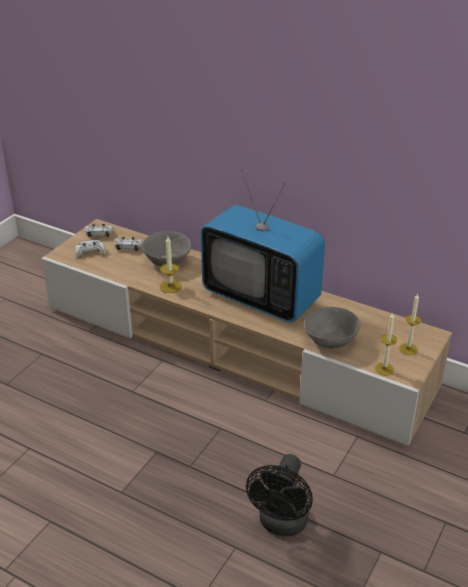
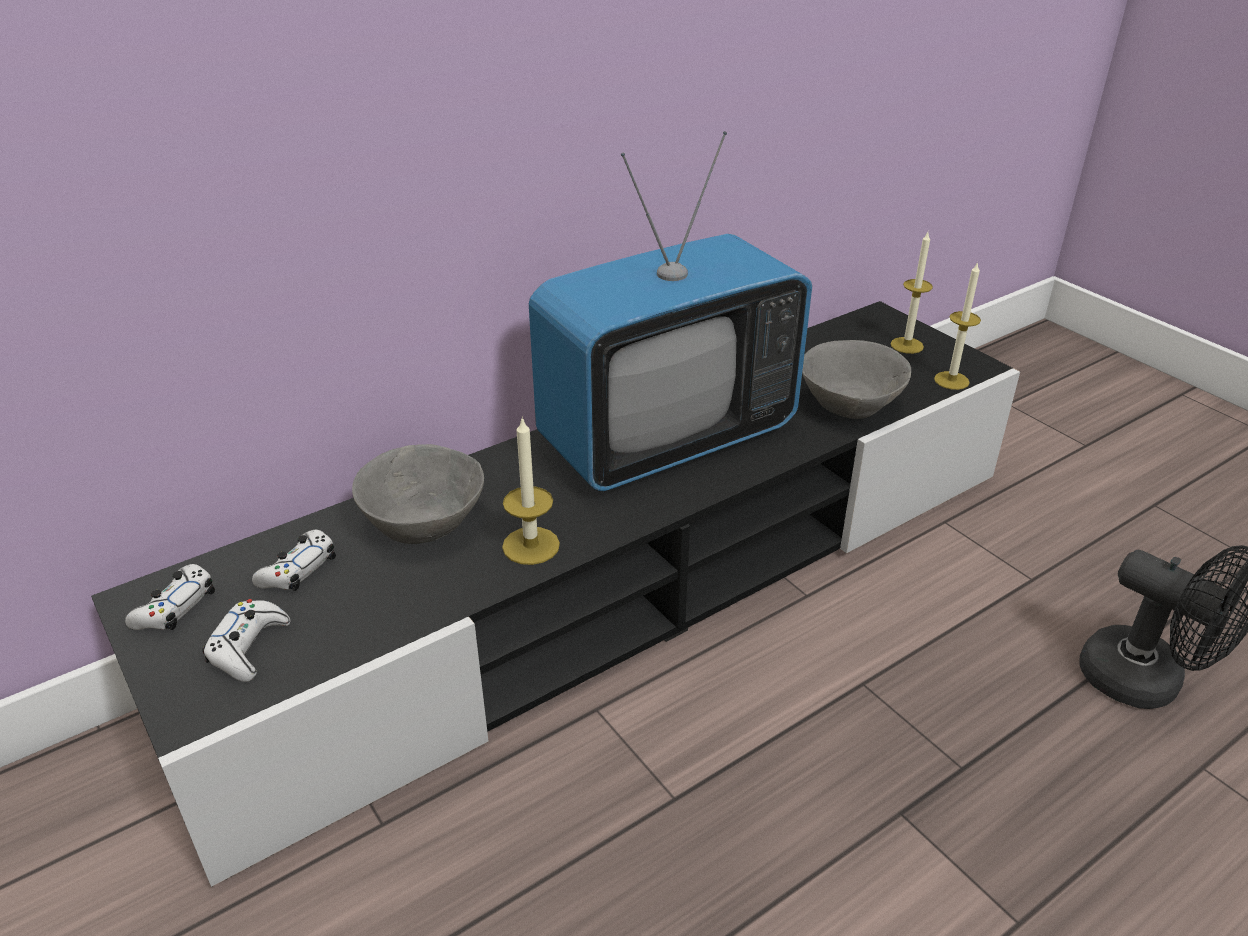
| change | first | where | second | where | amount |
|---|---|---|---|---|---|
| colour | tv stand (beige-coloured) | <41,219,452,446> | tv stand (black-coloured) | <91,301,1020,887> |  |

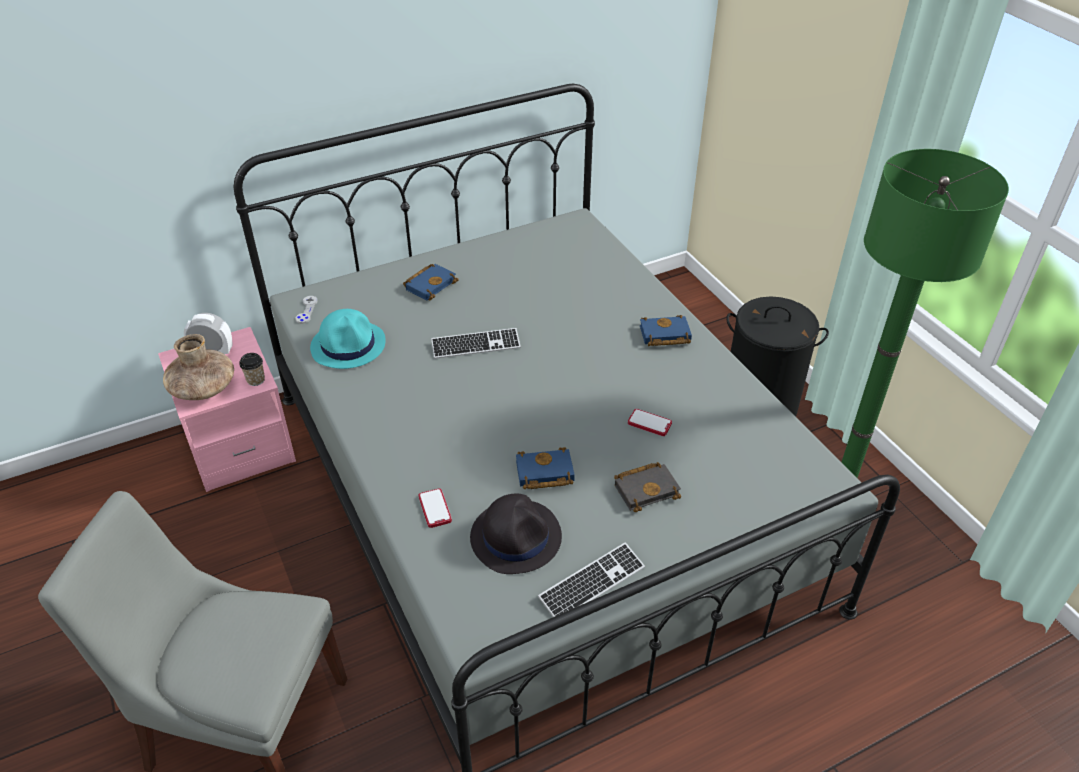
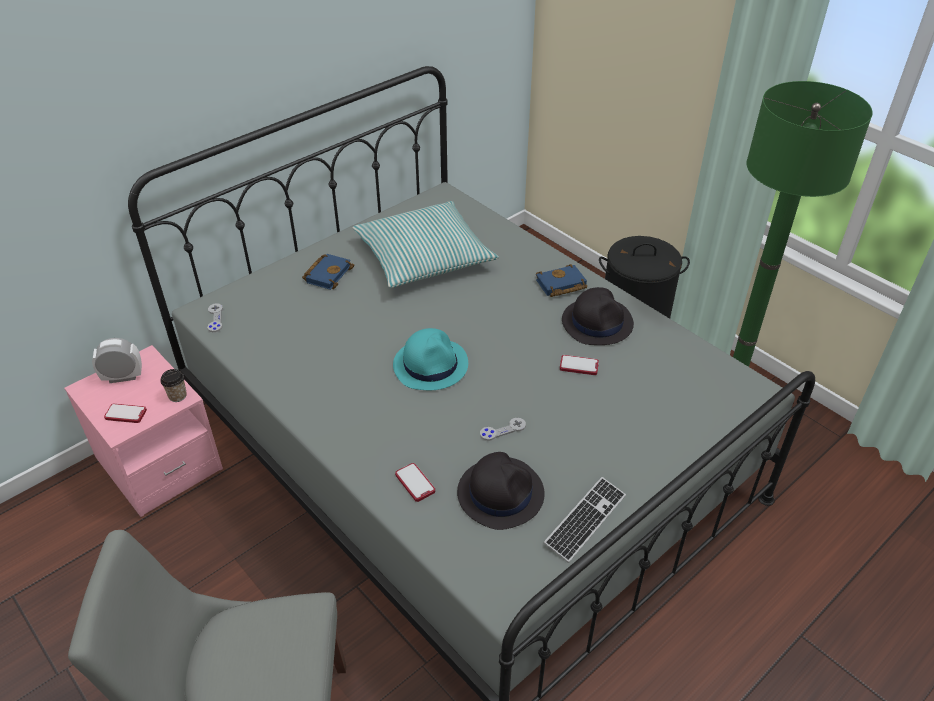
| change | first | where | second | where | amount |
|---|---|---|---|---|---|
| exchanged | vase (brown-coloured) | <163,334,234,400> | handset | <104,403,147,423> |  |
| relocated | hat (blue-green) | <310,309,386,369> |  | <393,328,468,390> |  |
| missing | keyboard | <431,328,521,359> |  |  |  |
| exchanged | book (bluish) | <516,447,575,489> | gamepad (grey) | <480,418,526,441> |  |
| missing | book (black-coloured) | <614,462,681,512> |  |  |  |
| appeared |  |  | pillow | <352,201,499,288> |  |
| appeared |  |  | hat (black-coloured) | <562,287,634,345> |  |

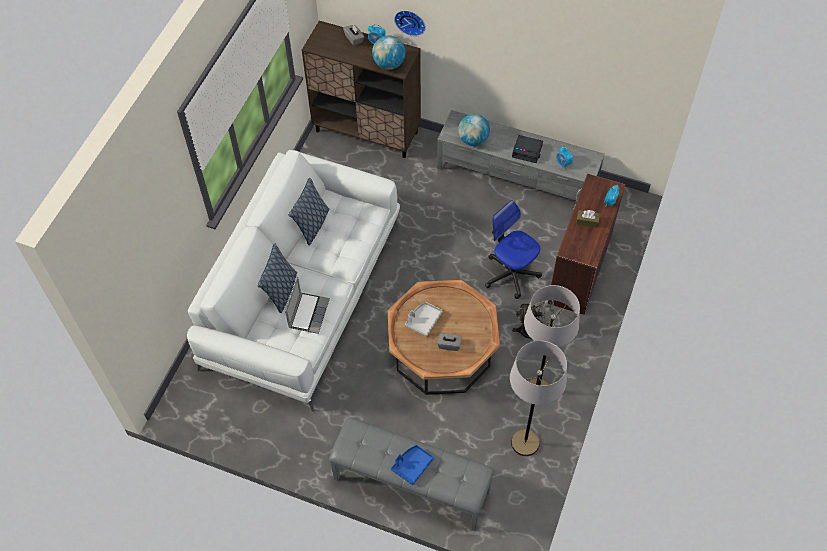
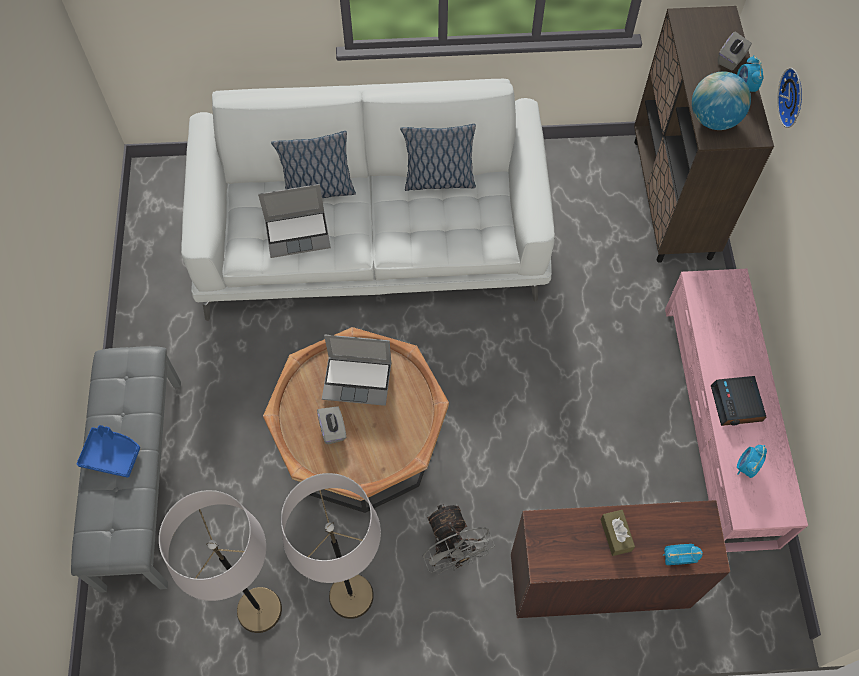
| change | first | where | second | where | amount |
|---|---|---|---|---|---|
| exchanged | tray (grey) | <405,302,443,336> | portable computer | <322,335,391,406> |  |
| colour | tv stand (grey) | <437,110,604,200> | tv stand (pinkish) | <665,269,808,552> |  |
| missing | globe | <458,114,490,146> |  |  |  |
| missing | desk chair | <485,201,542,299> |  |  |  |

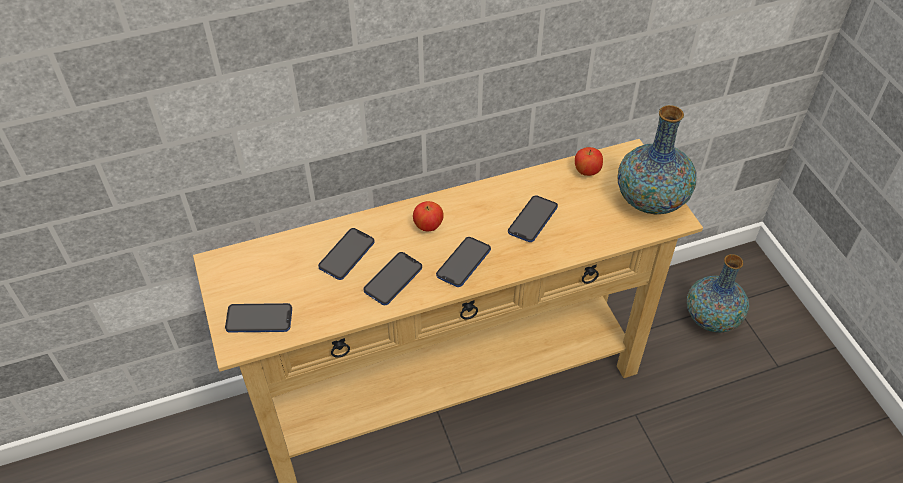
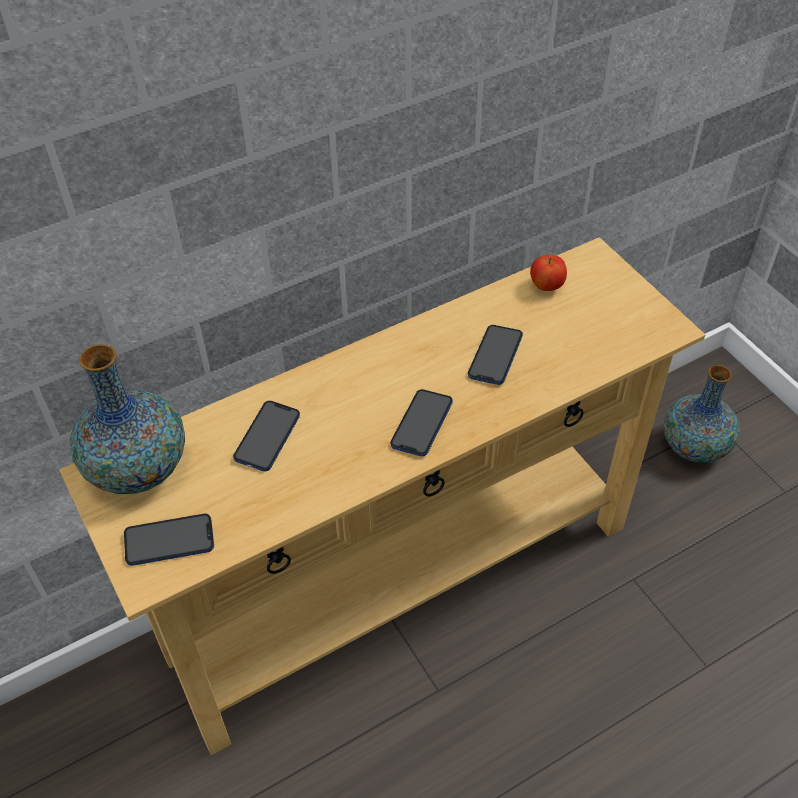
| change | first | where | second | where | amount |
|---|---|---|---|---|---|
| missing | handset | <364,252,422,305> |  |  |  |
| missing | apple fruit | <413,201,444,231> |  |  |  |
| relocated | vase | <618,105,697,215> |  | <70,344,185,494> |  |

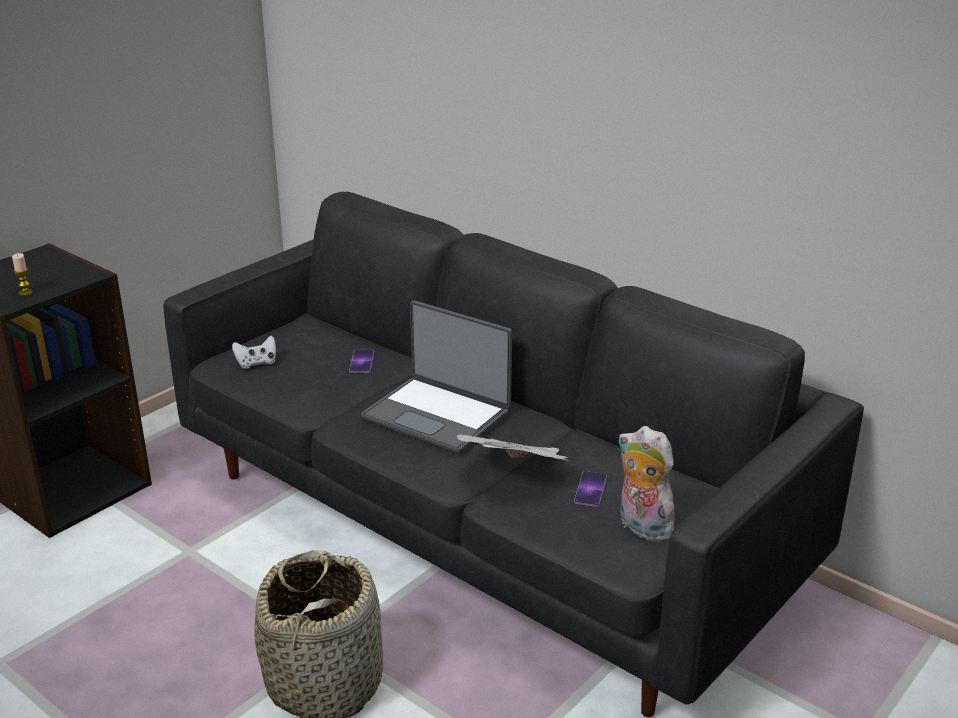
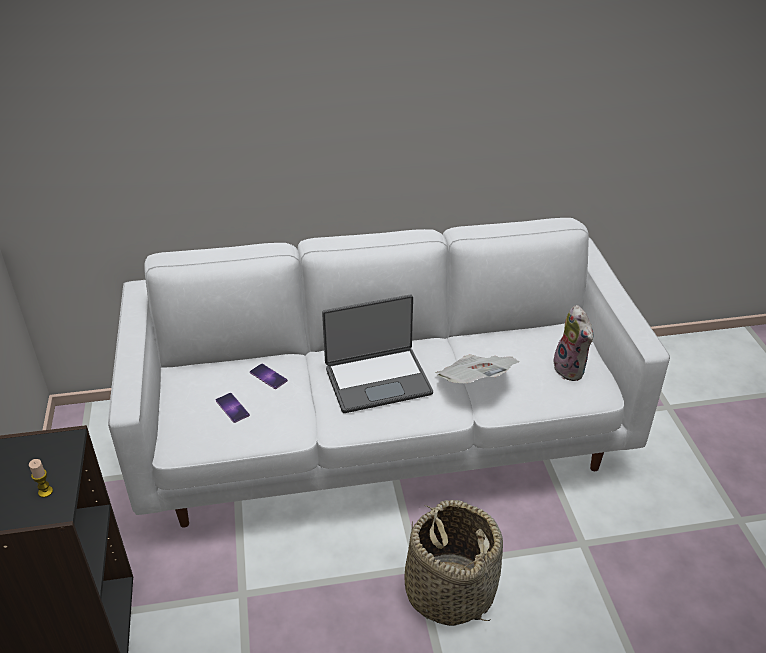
| change | first | where | second | where | amount |
|---|---|---|---|---|---|
| colour | couch (black-coloured) | <163,192,864,718> | couch (white-coloured) | <108,218,670,528> |  |
| missing | gamepad (white-coloured) | <232,336,276,369> |  |  |  |
| relocated | handset | <574,471,607,507> |  | <216,393,250,423> |  |
| spun | plush toy | <619,426,675,542> |  | <553,305,593,381> | 105 degrees counterclockwise |

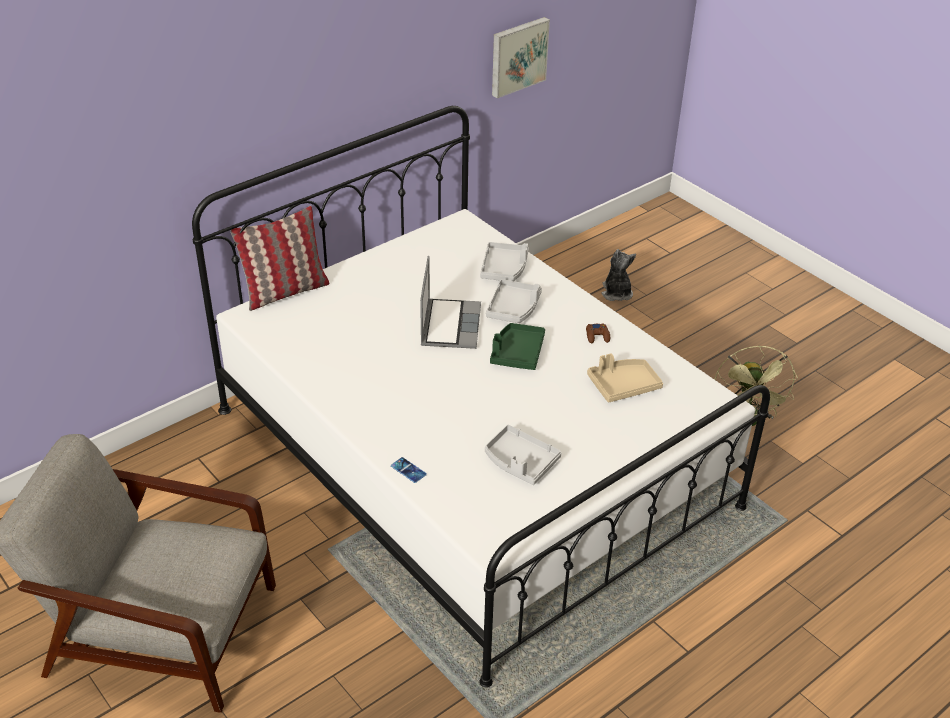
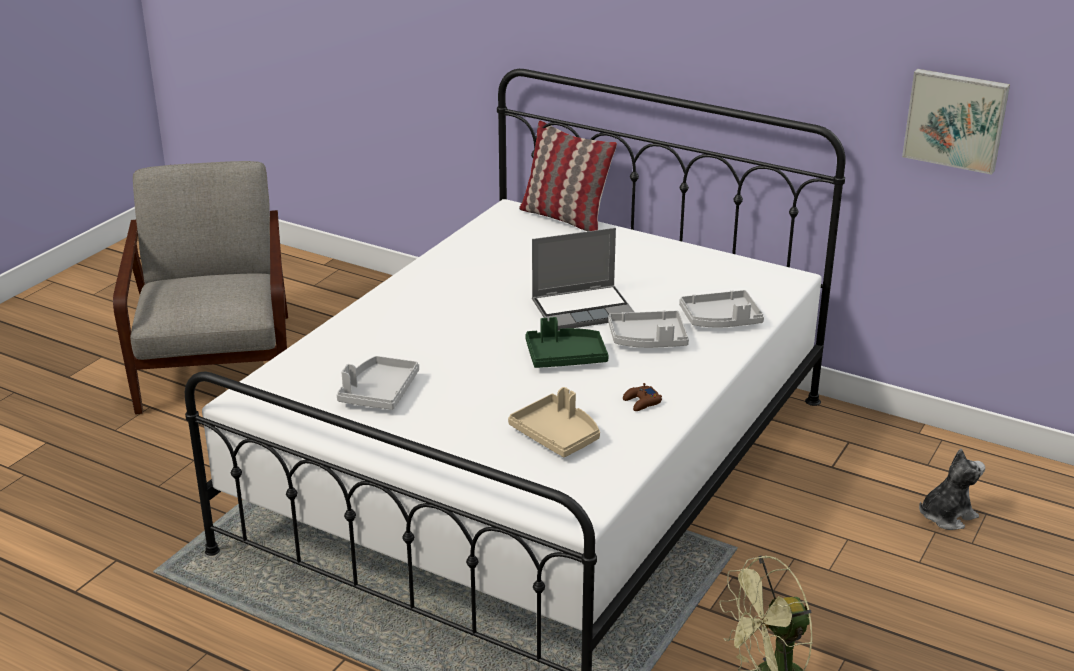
| change | first | where | second | where | amount |
|---|---|---|---|---|---|
| missing | handset | <391,457,427,483> |  |  |  |

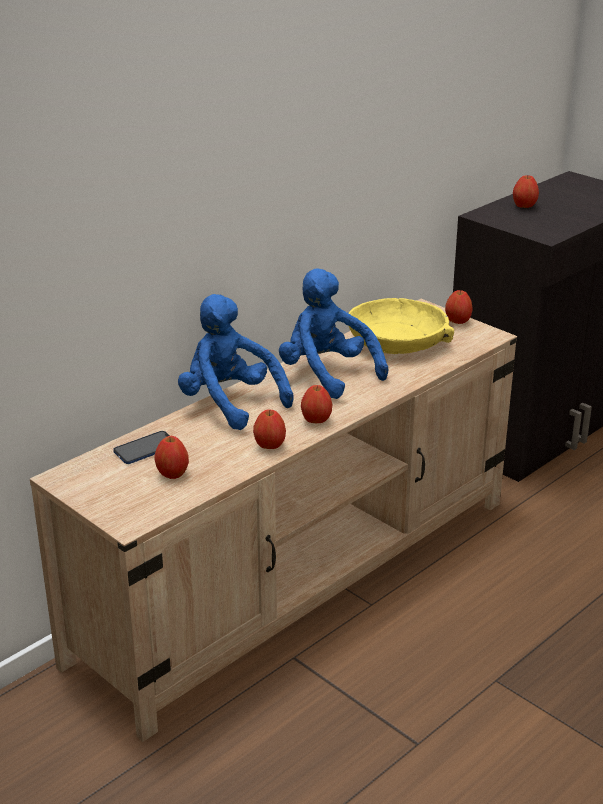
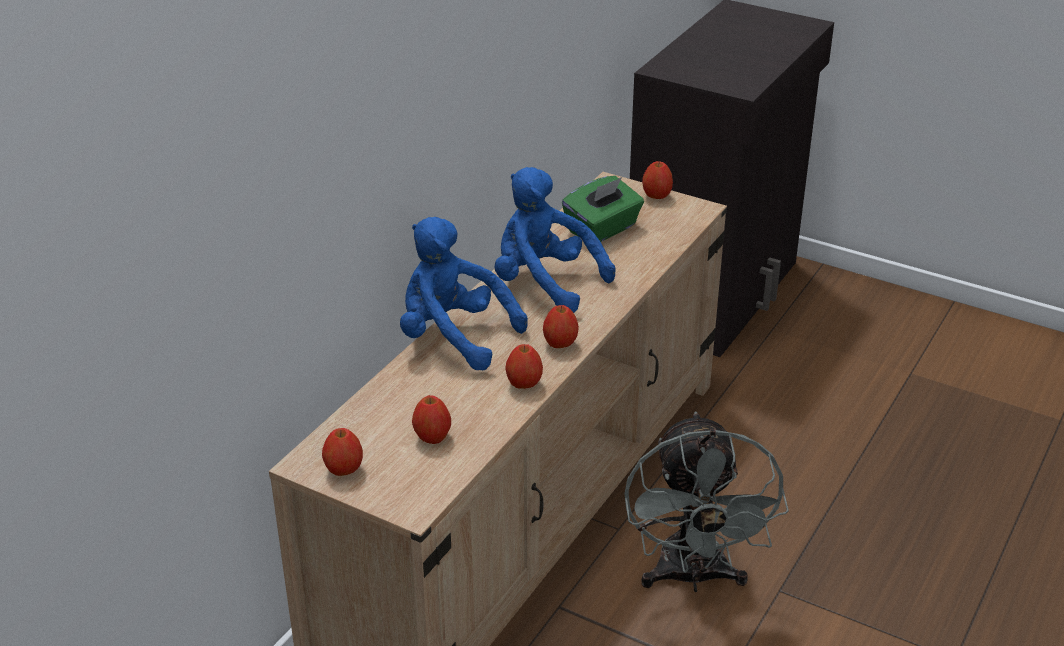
| change | first | where | second | where | amount |
|---|---|---|---|---|---|
| missing | handset | <113,431,170,464> |  |  |  |
| exchanged | serving bowl (yellowish) | <348,298,454,354> | tissue box (green-coloured) | <562,176,644,242> |  |
| relocated | apple fruit | <513,176,539,208> |  | <322,428,363,476> |  |
| appeared |  |  | electric fan (grey) | <625,412,789,592> |  |

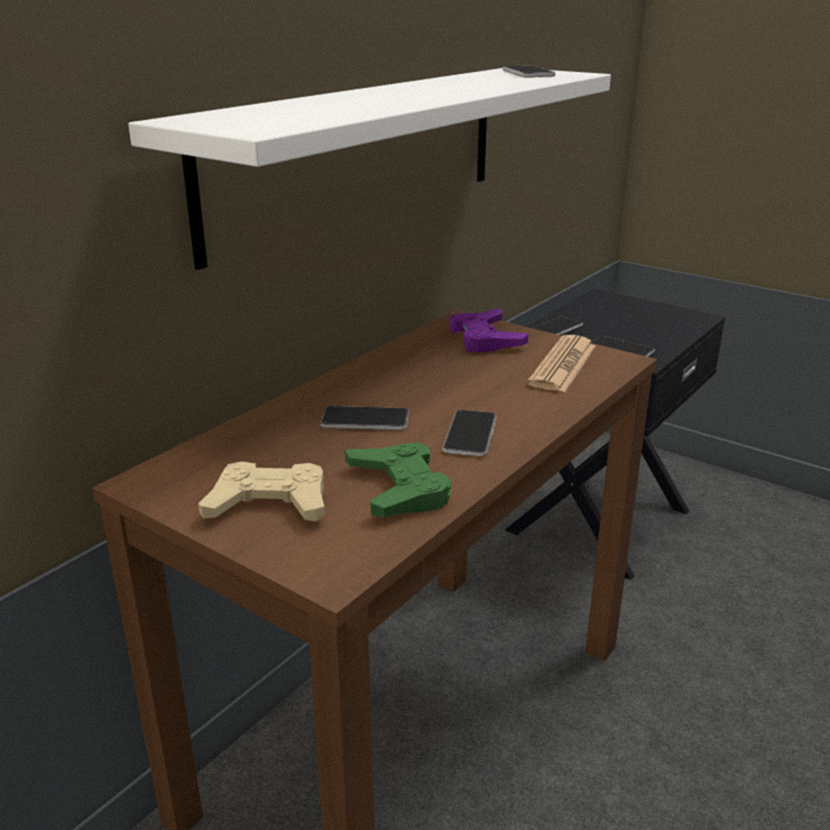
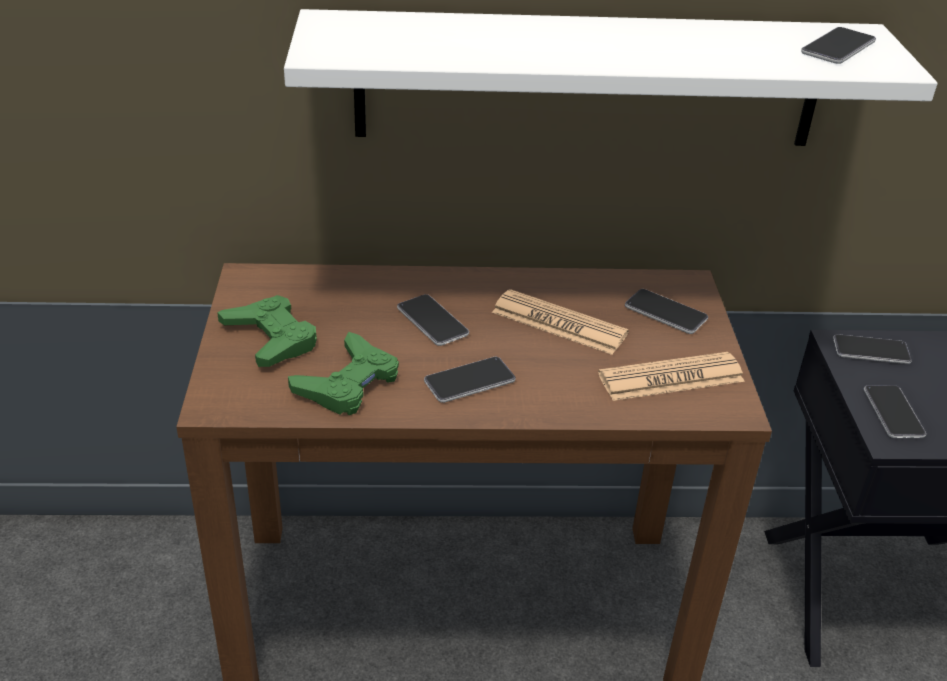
| change | first | where | second | where | amount |
|---|---|---|---|---|---|
| colour | gamepad (beige-coloured) | <198,461,325,521> | gamepad (green-coloured) | <217,295,317,367> |  |
| exchanged | gamepad (purple) | <449,308,528,353> | handset | <625,289,708,334> |  |
| appeared |  |  | printed paper | <492,289,629,355> |  |

